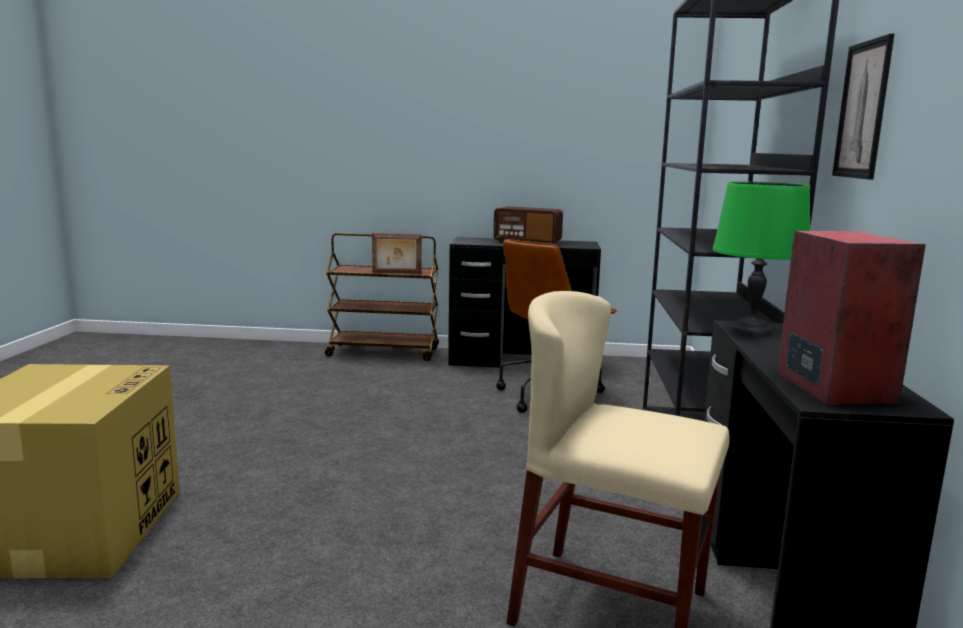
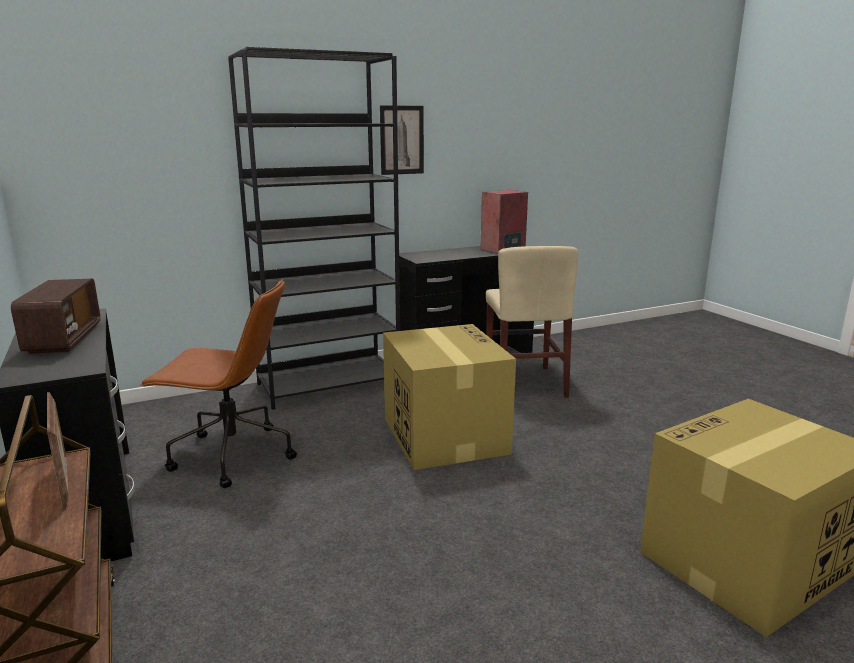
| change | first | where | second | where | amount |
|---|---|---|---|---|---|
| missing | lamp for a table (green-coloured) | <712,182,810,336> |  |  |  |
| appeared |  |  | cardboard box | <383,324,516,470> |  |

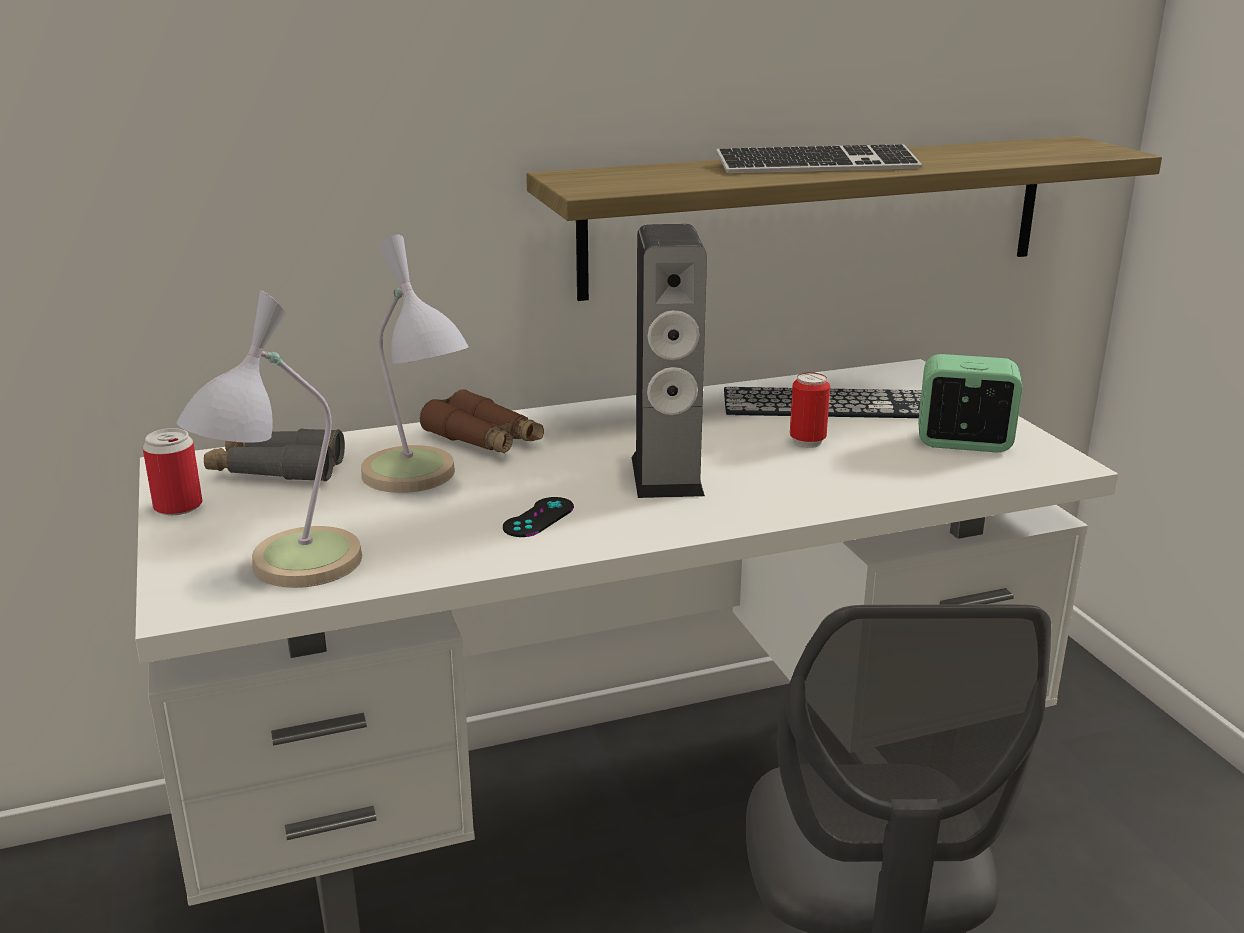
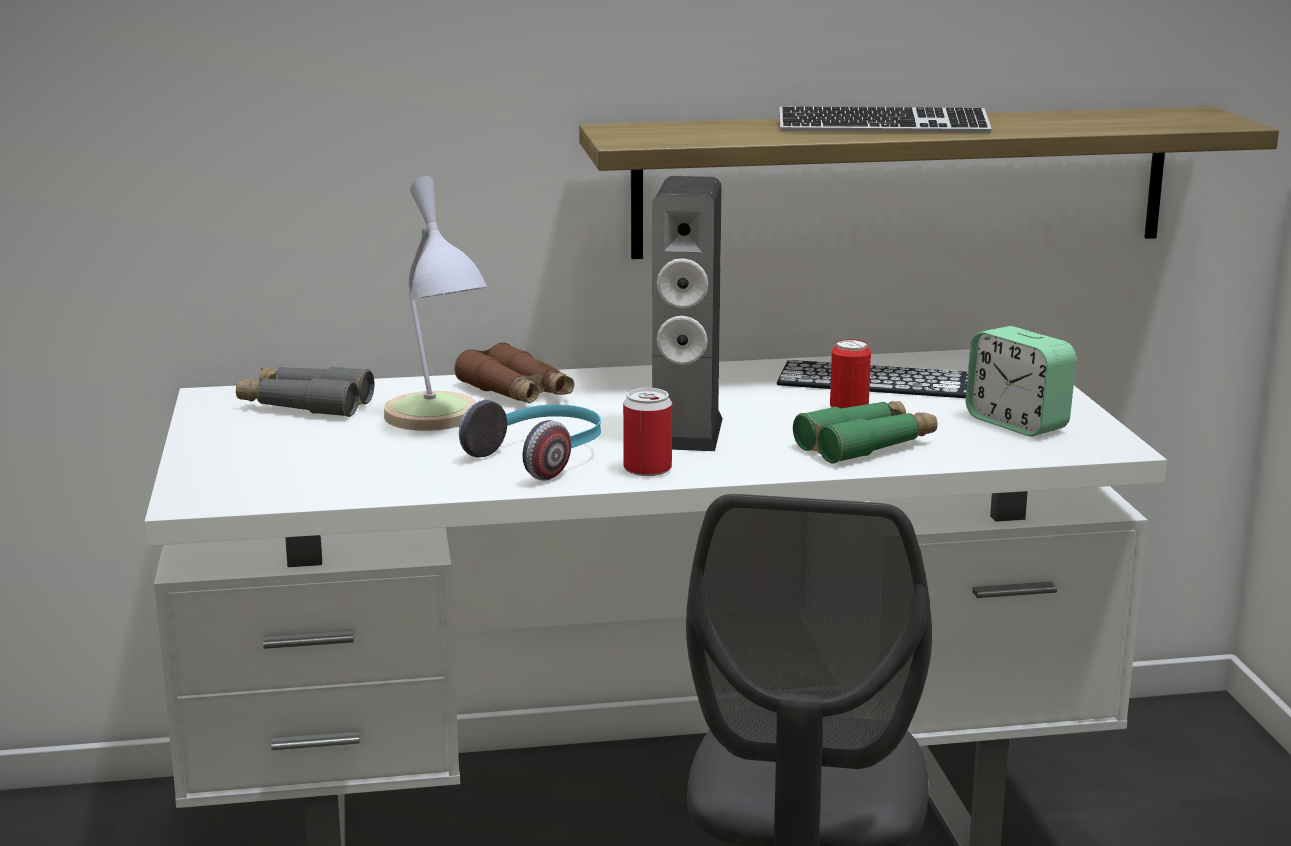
| change | first | where | second | where | amount |
|---|---|---|---|---|---|
| relocated | can | <143,428,203,515> |  | <623,388,672,476> |  |
| missing | lamp for a table | <177,290,362,588> |  |  |  |
| exchanged | gamepad (black-coloured) | <503,497,574,537> | pair of headphones | <459,400,601,480> |  |
| spun | alarm clock | <918,354,1023,453> |  | <966,326,1077,436> | 150 degrees counterclockwise |
| appeared |  |  | pair of binoculars (green-coloured) | <793,401,938,464> |  |

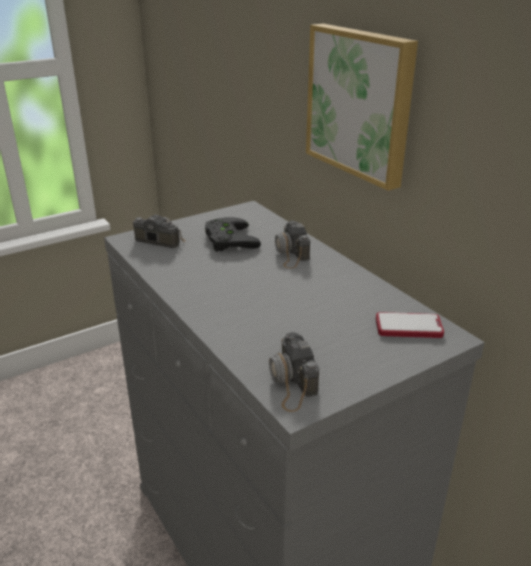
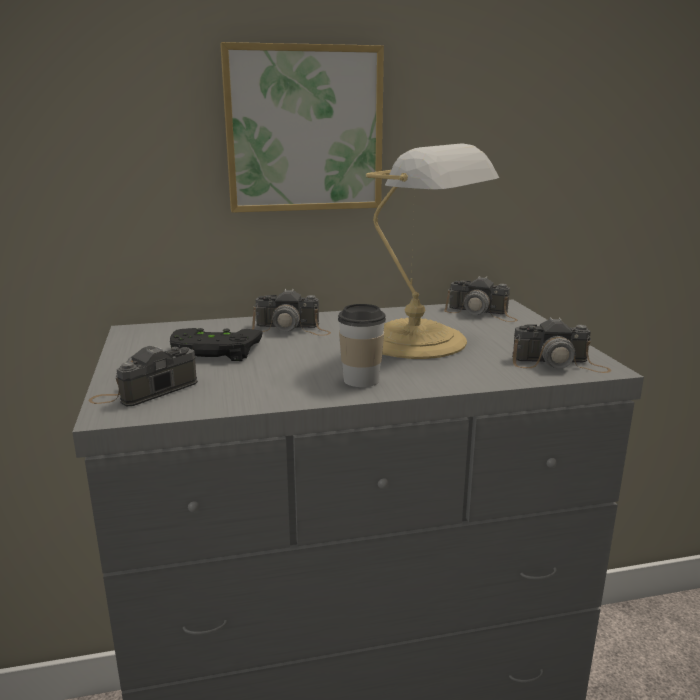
| change | first | where | second | where | amount |
|---|---|---|---|---|---|
| exchanged | handset | <376,312,444,338> | photo camera | <444,276,518,322> |  |
| appeared |  |  | small cup | <338,304,386,387> |  |
| appeared |  |  | lamp for a table | <366,143,499,359> |  |

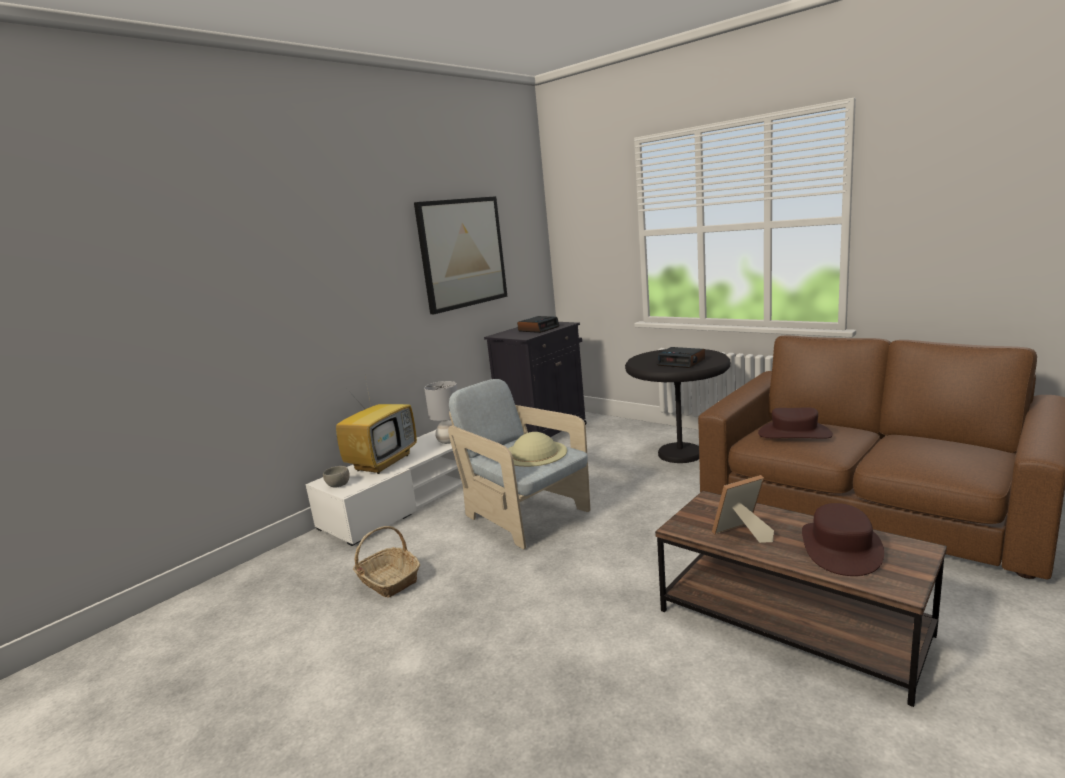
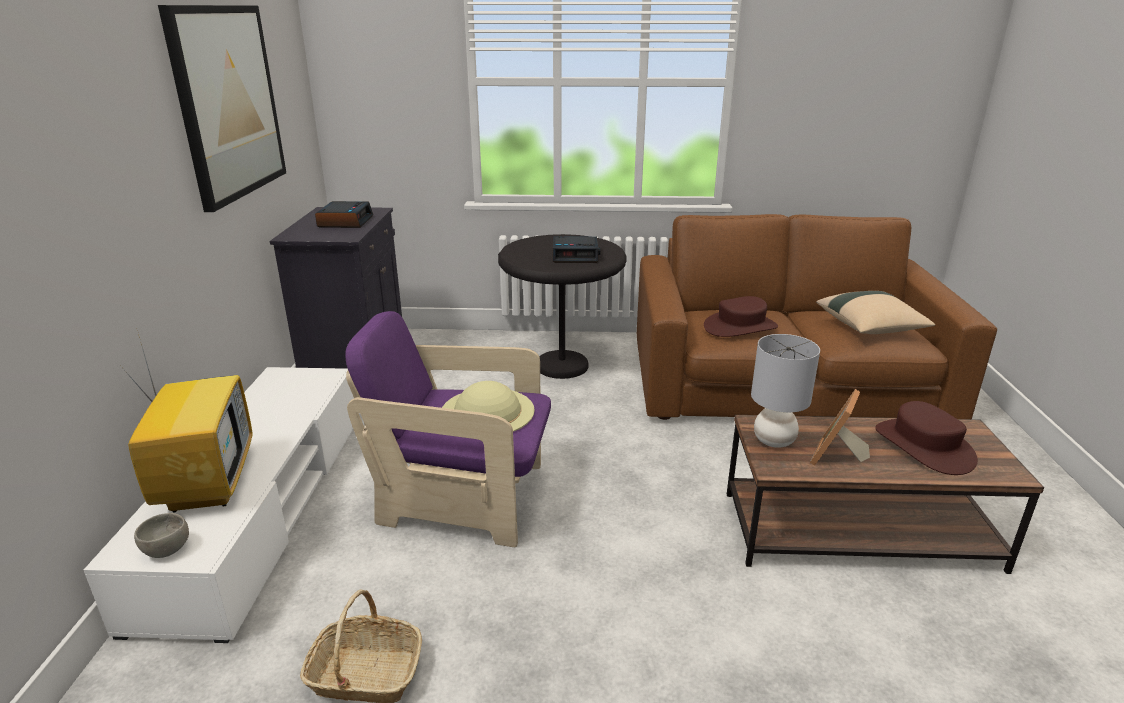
| change | first | where | second | where | amount |
|---|---|---|---|---|---|
| relocated | lamp for a table (grey) | <424,381,457,444> |  | <751,334,820,448> |  |
| colour | lounge chair (beige-coloured) | <448,379,590,549> | lounge chair (purple) | <346,311,551,547> |  |
| appeared |  |  | pillow (beige-coloured) | <816,291,935,334> |  |

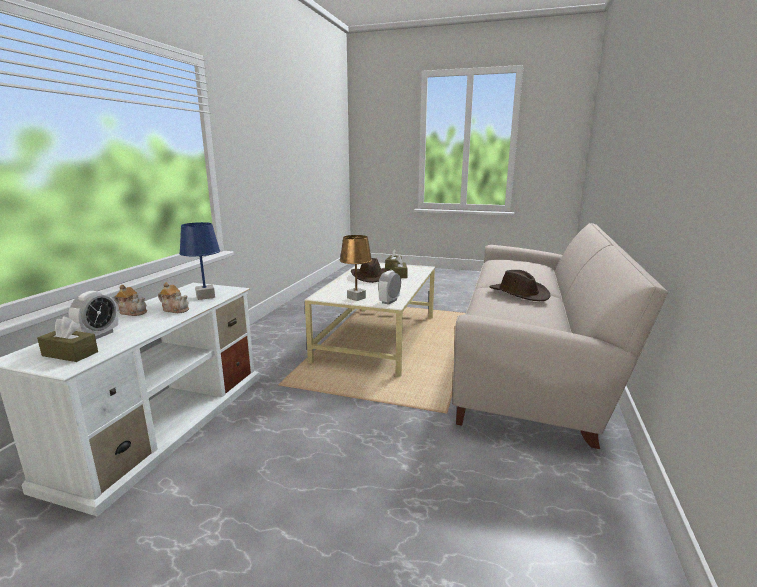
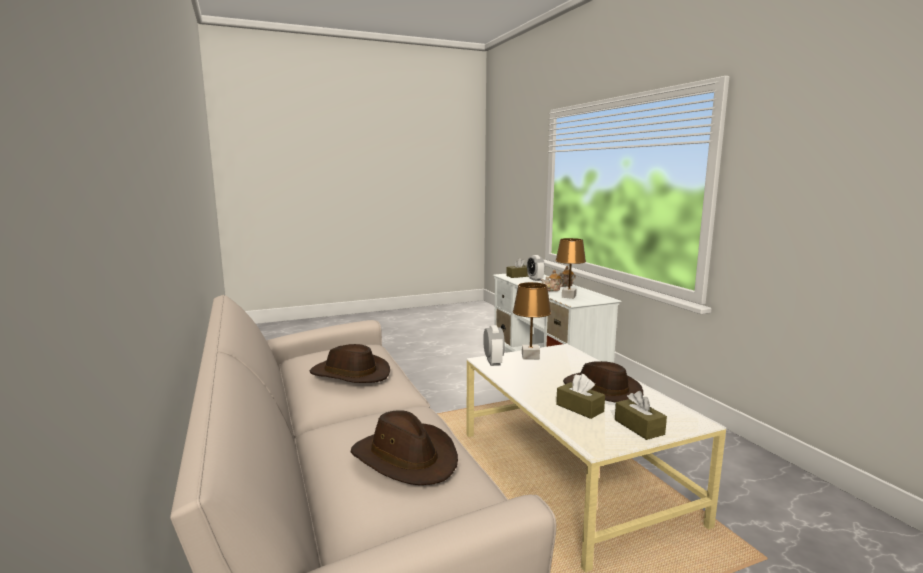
| change | first | where | second | where | amount |
|---|---|---|---|---|---|
| colour | lamp for a table (bluish) | <179,222,220,300> | lamp for a table (brown-coloured) | <555,238,586,299> |  |
| appeared |  |  | hat (brown-coloured) | <351,410,458,485> |  |

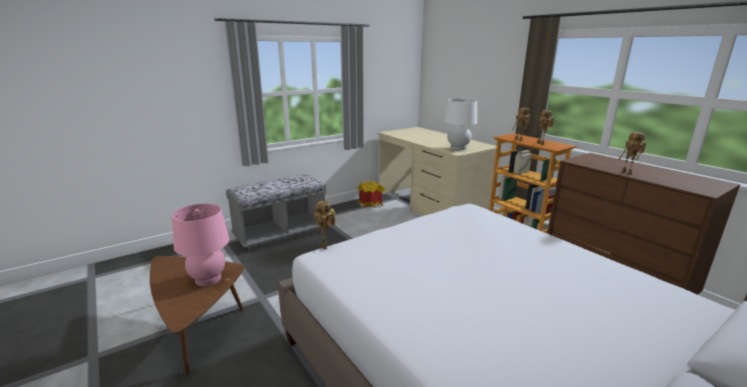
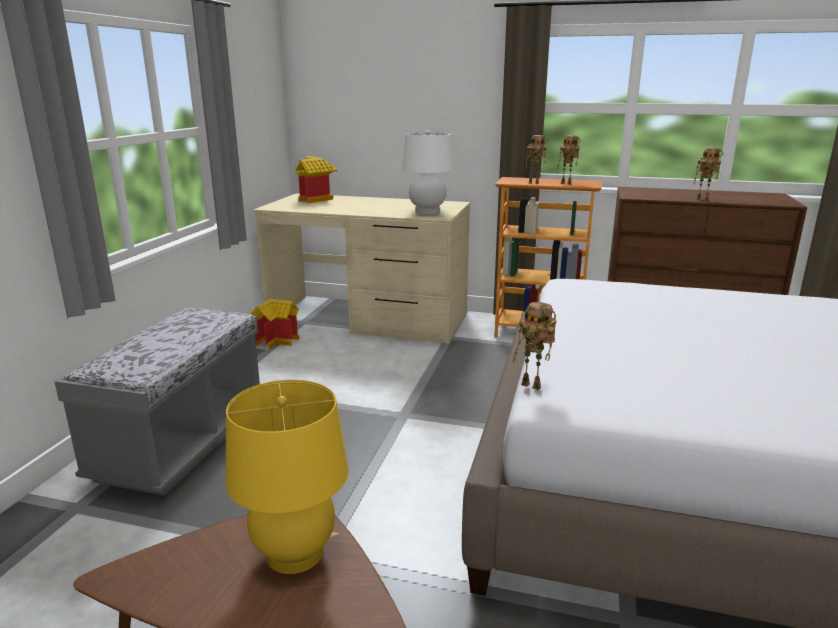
| change | first | where | second | where | amount |
|---|---|---|---|---|---|
| colour | lamp for a table (pinkish) | <172,203,229,286> | lamp for a table (yellowish) | <226,380,348,574> |  |
| appeared |  |  | miniature house | <295,156,337,203> |  |

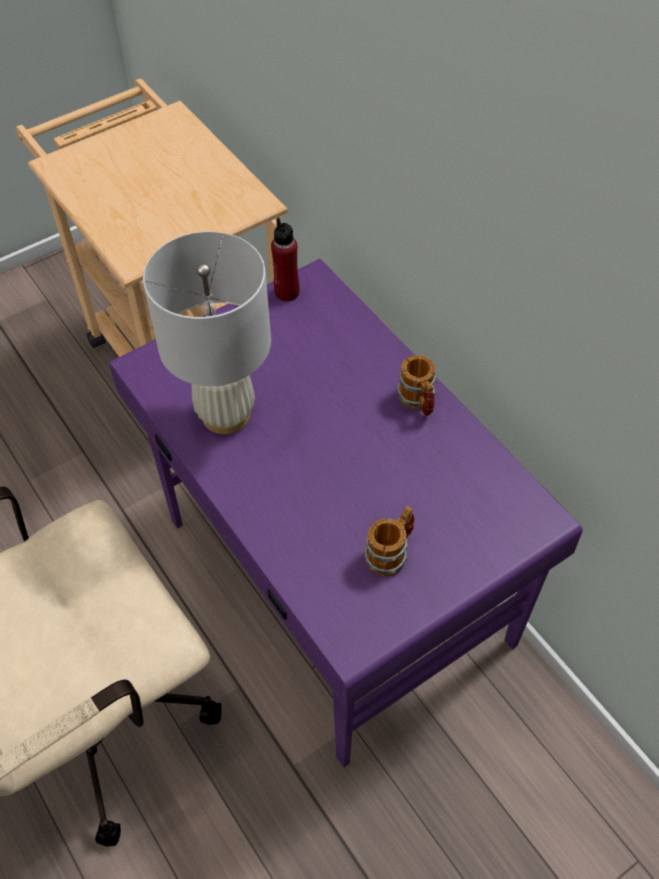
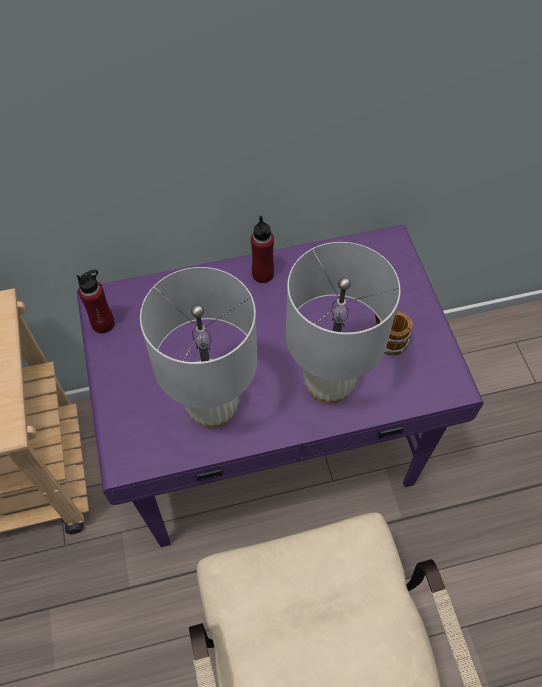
| change | first | where | second | where | amount |
|---|---|---|---|---|---|
| exchanged | mug | <396,355,437,416> | beverage bottle (red) | <251,216,274,283> |  |
| appeared |  |  | lamp for a table (white-coloured) | <286,242,401,405> |  |

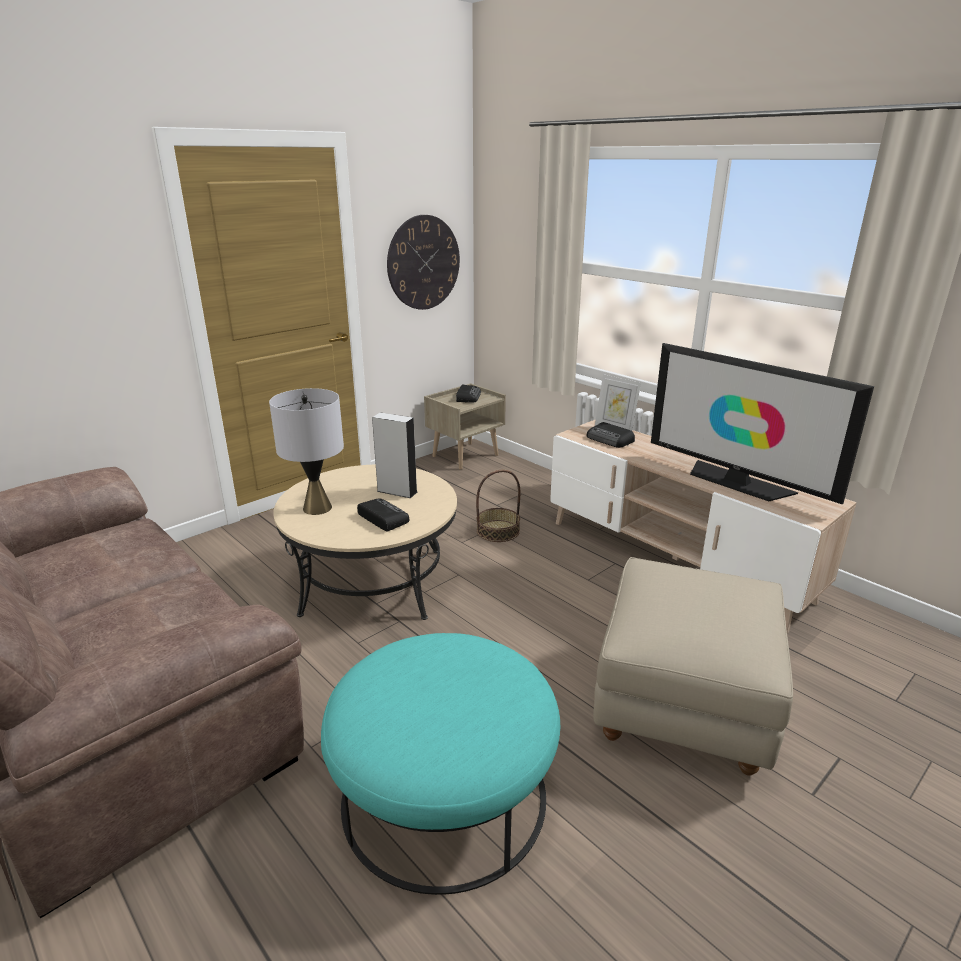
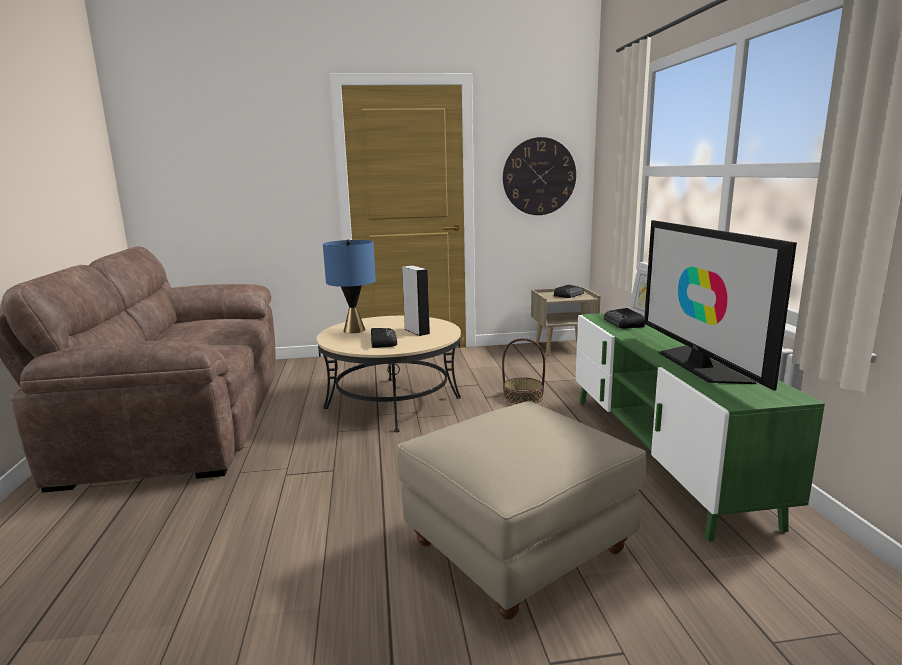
| change | first | where | second | where | amount |
|---|---|---|---|---|---|
| colour | lamp for a table (grey) | <269,388,344,515> | lamp for a table (bluish) | <323,240,376,333> |  |
| missing | footrest (blue-green) | <321,633,560,895> |  |  |  |
| colour | tv stand (beige-coloured) | <550,419,857,633> | tv stand (green-coloured) | <576,313,825,541> |  |

